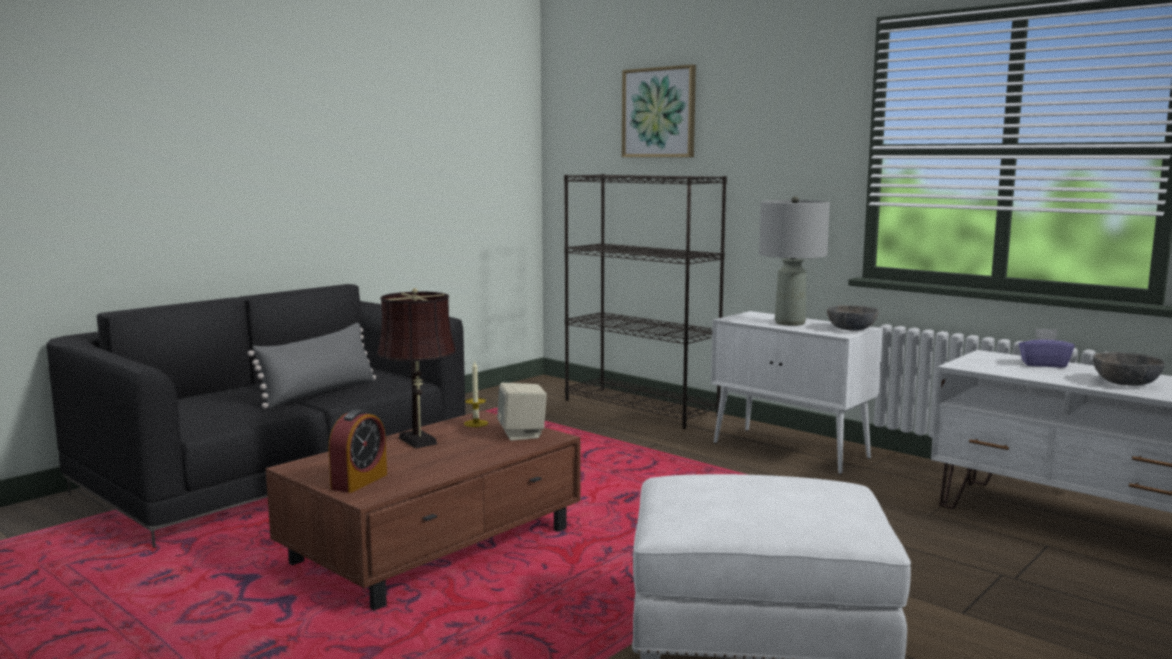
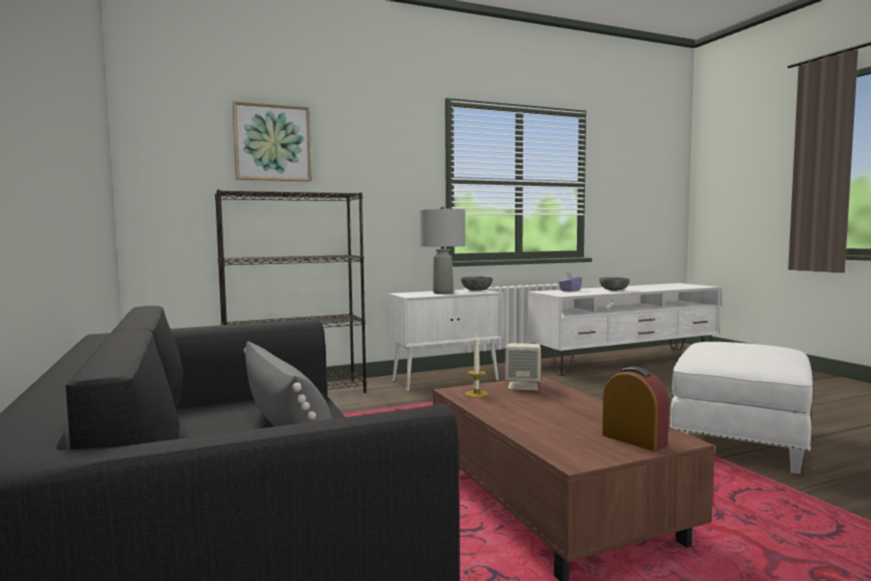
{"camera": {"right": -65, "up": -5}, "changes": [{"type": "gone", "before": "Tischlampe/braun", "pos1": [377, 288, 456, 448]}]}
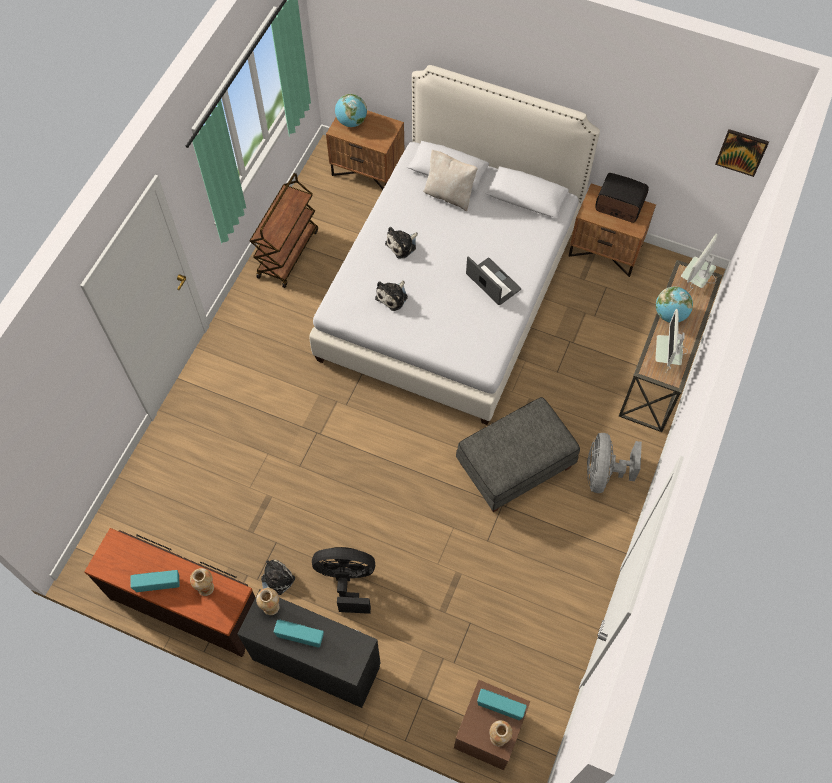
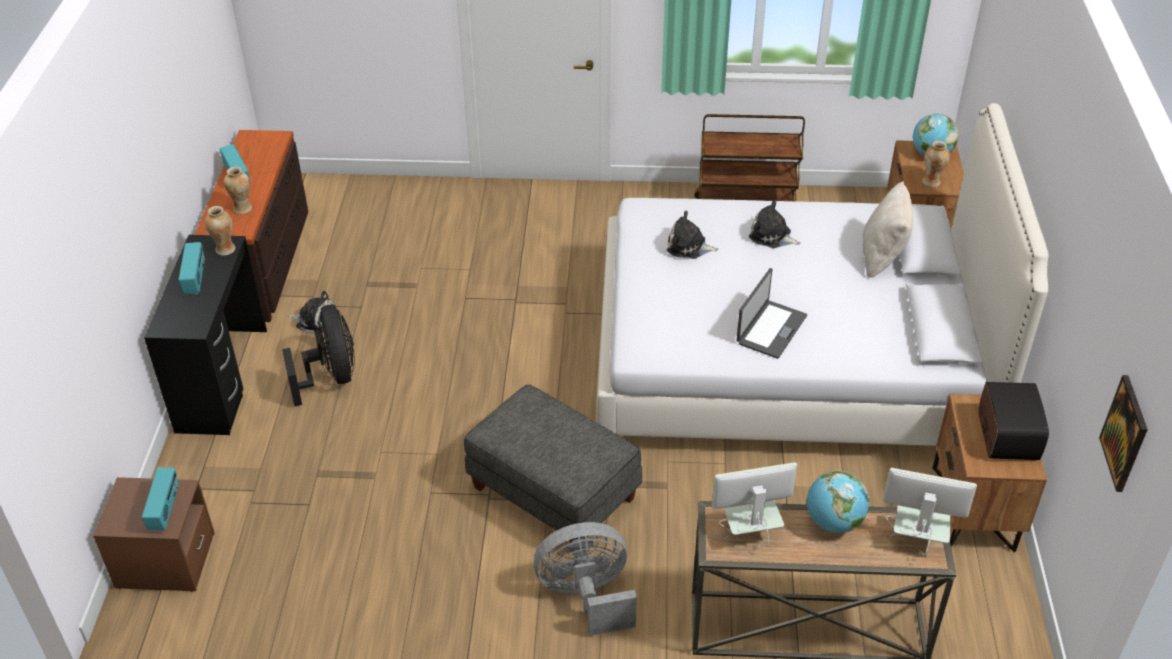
{"camera": {"right": 70, "up": -20}, "changes": [{"type": "shifted", "before": "Vase", "pos1": [489, 720, 512, 747], "pos2": [922, 141, 950, 187]}]}
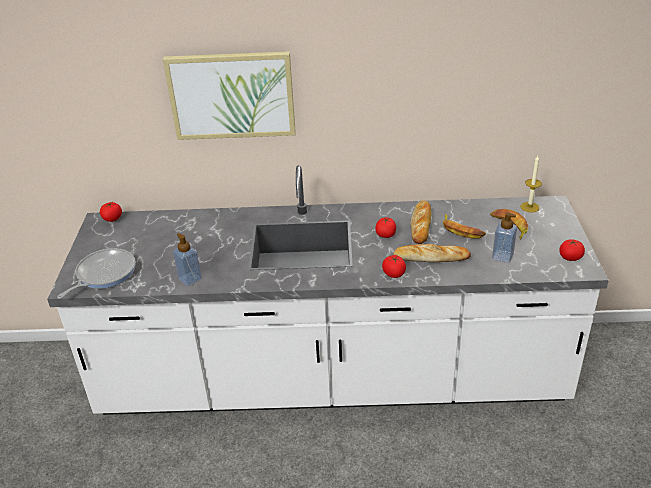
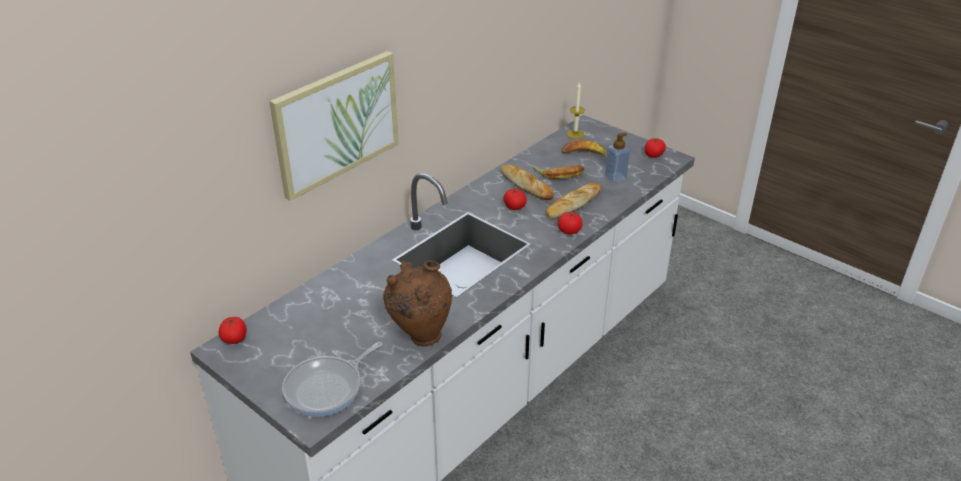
{"camera": {"right": -50, "up": 0}, "changes": [{"type": "swapped", "before": "Seifenspender", "after": "Vase/braun", "pos1": [173, 233, 202, 286], "pos2": [383, 260, 452, 346]}, {"type": "rotated", "before": "Pfanne", "pos1": [58, 248, 135, 299], "pos2": [282, 342, 382, 417], "turn": -120}]}
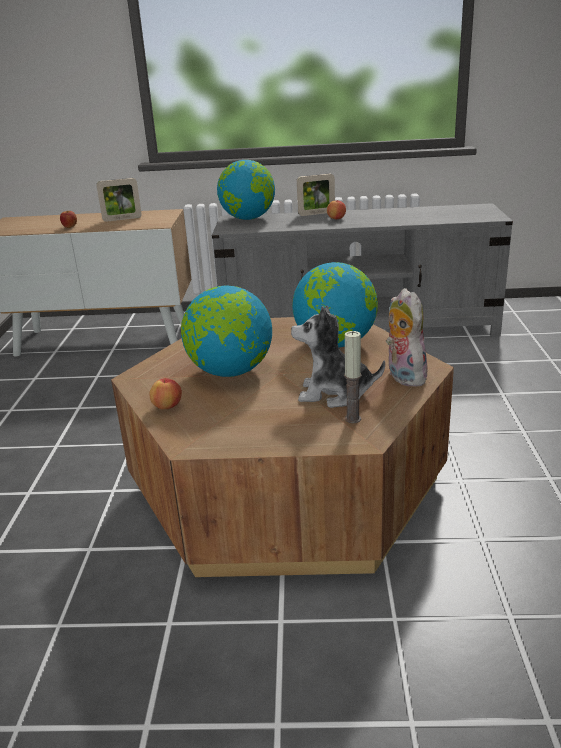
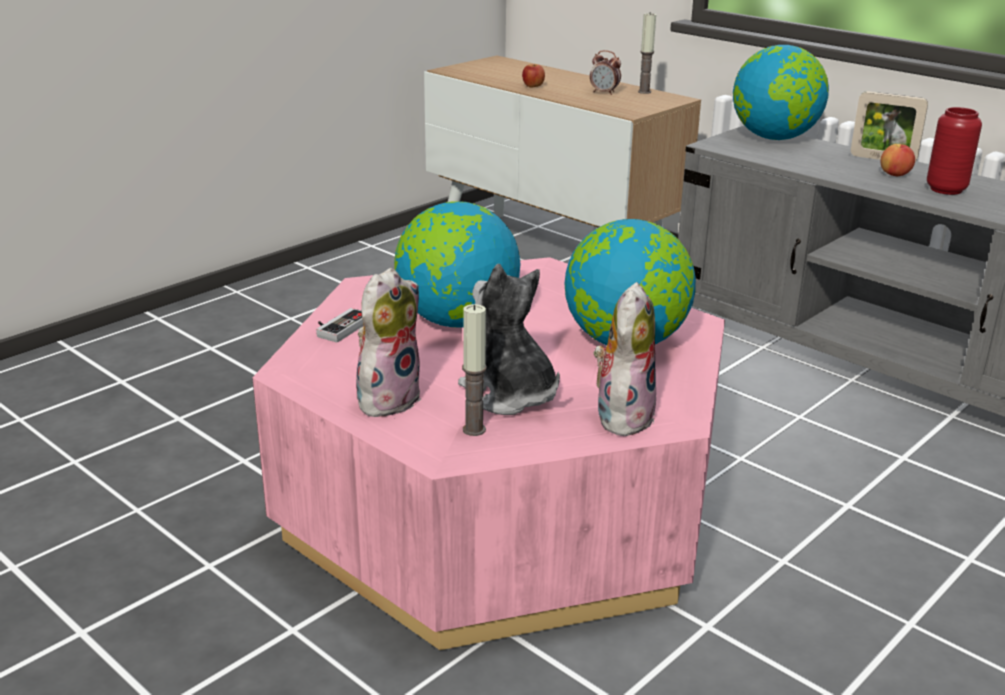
{"camera": {"right": 40, "up": 0}, "changes": [{"type": "new", "after": "Plüschtier", "pos2": [356, 268, 422, 417]}, {"type": "new", "after": "Kerze", "pos2": [638, 13, 656, 94]}, {"type": "new", "after": "Vase/rot", "pos2": [927, 107, 982, 195]}, {"type": "swapped", "before": "Bilderrahmen", "after": "Wecker", "pos1": [97, 178, 142, 222], "pos2": [590, 50, 621, 95]}, {"type": "swapped", "before": "Apfel", "after": "Gamepad", "pos1": [149, 378, 182, 409], "pos2": [316, 308, 364, 343]}, {"type": "repainted", "before": "Couchtisch/braun", "after": "Couchtisch/rosa", "pos1": [111, 317, 454, 577], "pos2": [252, 257, 725, 650]}]}
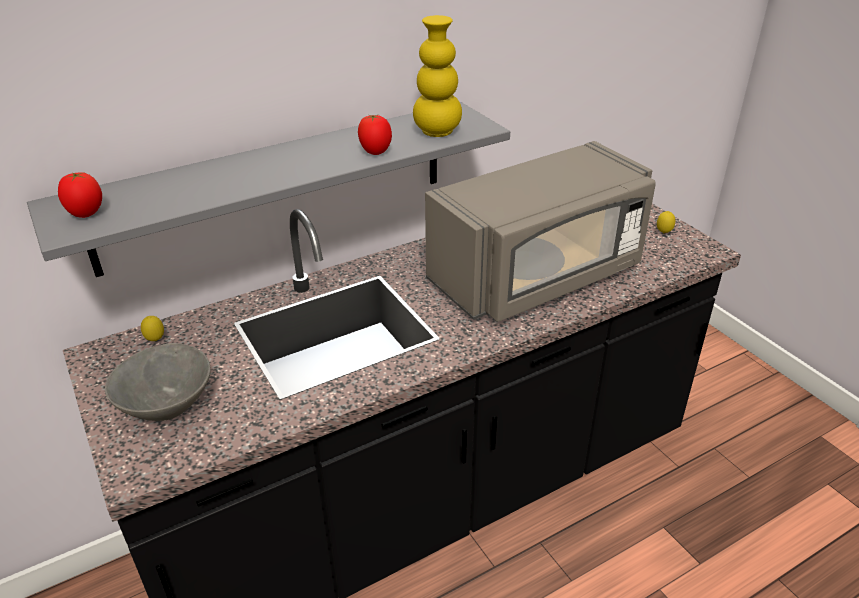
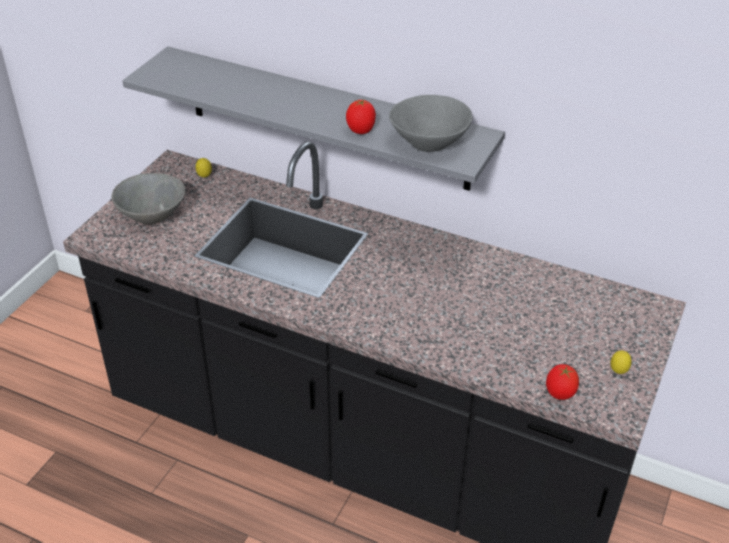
{"camera": {"right": 55, "up": 5}, "changes": [{"type": "gone", "before": "Mikrowelle/grau", "pos1": [425, 141, 656, 321]}, {"type": "shifted", "before": "Tomate", "pos1": [58, 172, 102, 218], "pos2": [546, 364, 579, 400]}, {"type": "swapped", "before": "Vase/gelb", "after": "Schüssel/grau", "pos1": [413, 15, 462, 137], "pos2": [389, 95, 472, 152]}]}
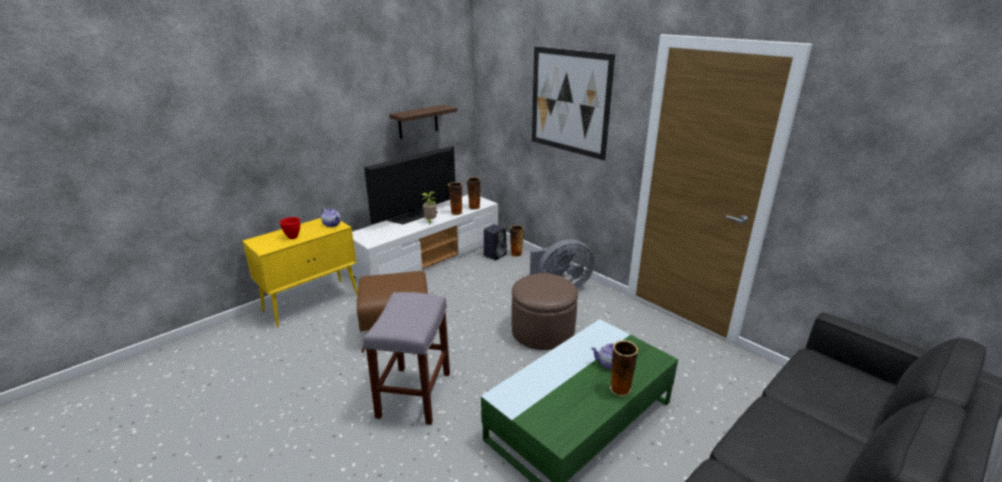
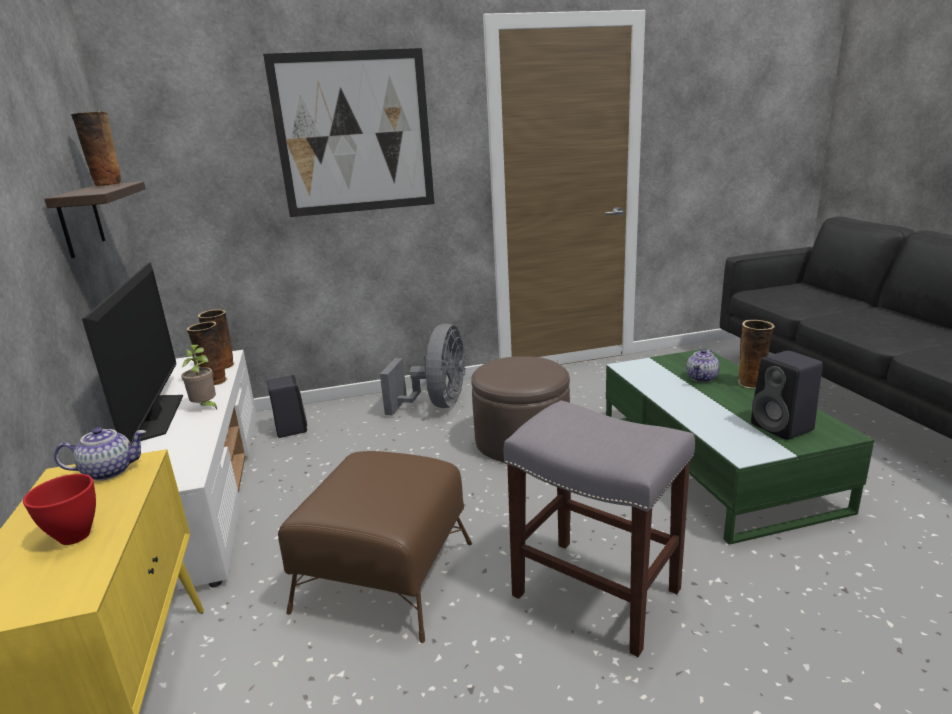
{"camera": {"right": -60, "up": -5}, "changes": [{"type": "new", "after": "Lautsprecher/schwarz", "pos2": [751, 350, 823, 440]}, {"type": "shifted", "before": "Vase", "pos1": [510, 225, 524, 257], "pos2": [71, 111, 123, 187]}]}
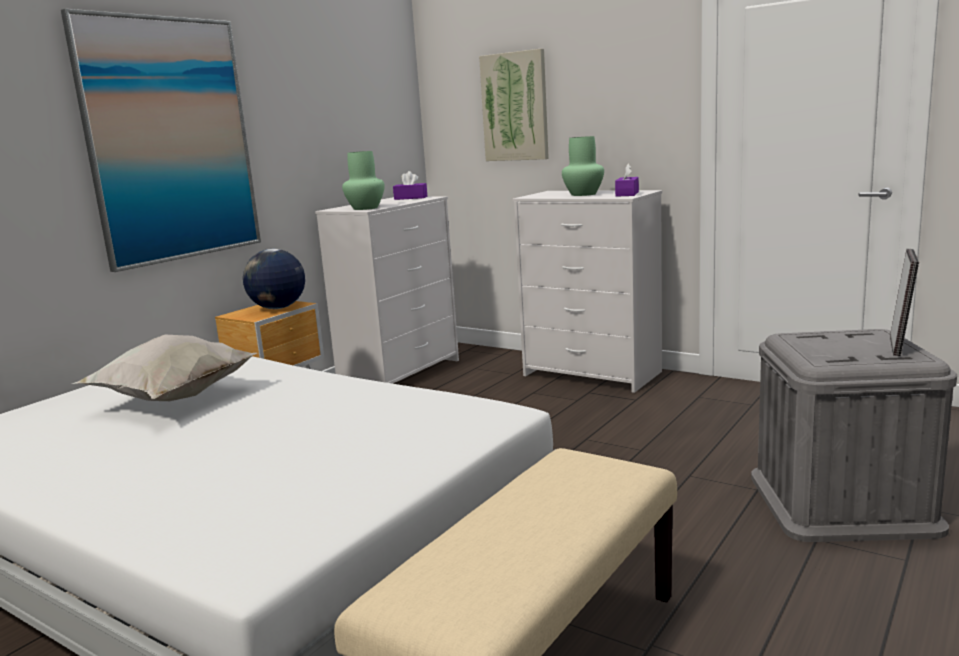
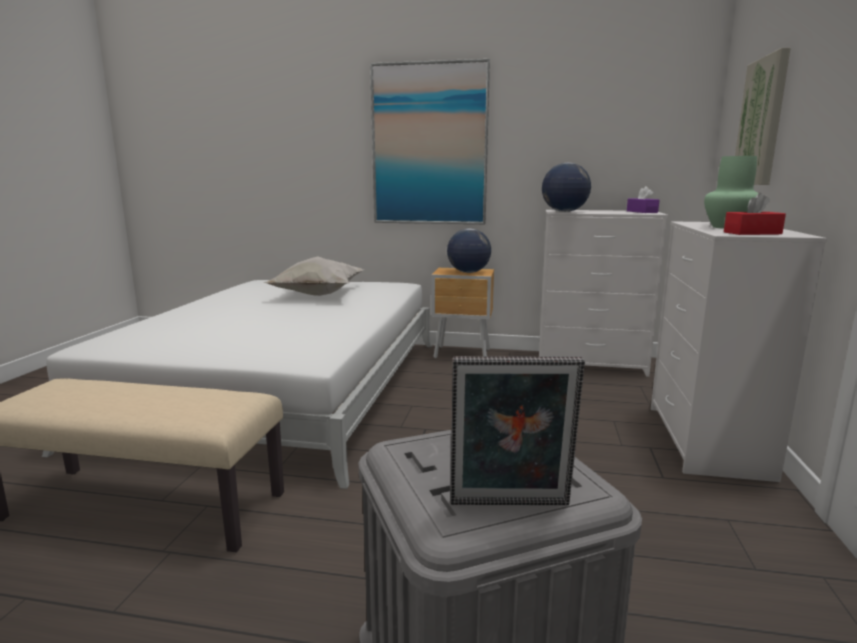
{"camera": {"right": 65, "up": 0}, "changes": [{"type": "swapped", "before": "Vase/grün", "after": "Globus", "pos1": [342, 151, 385, 210], "pos2": [542, 162, 591, 212]}, {"type": "repainted", "before": "Taschentuchbox/lila", "after": "Taschentuchbox/rot", "pos1": [615, 164, 639, 197], "pos2": [724, 193, 786, 235]}]}
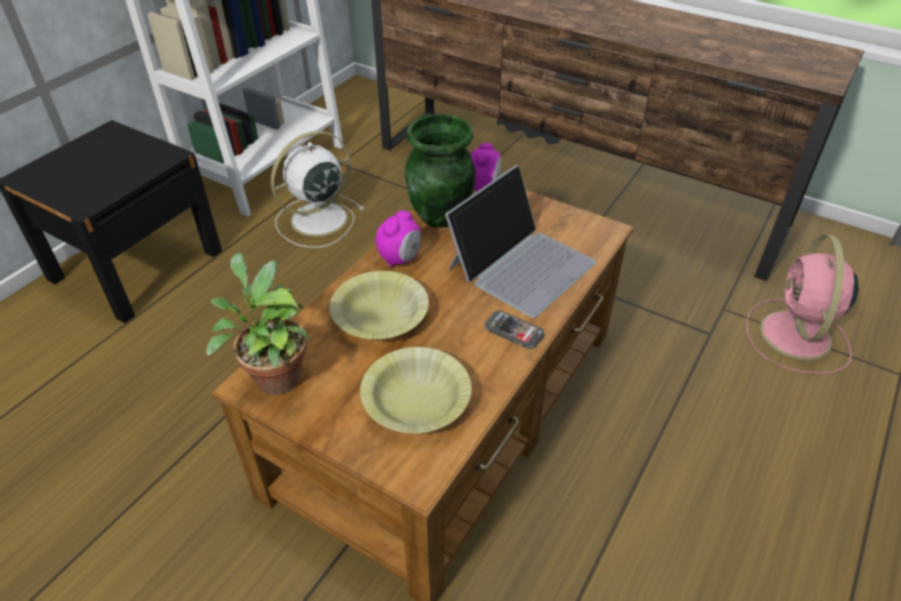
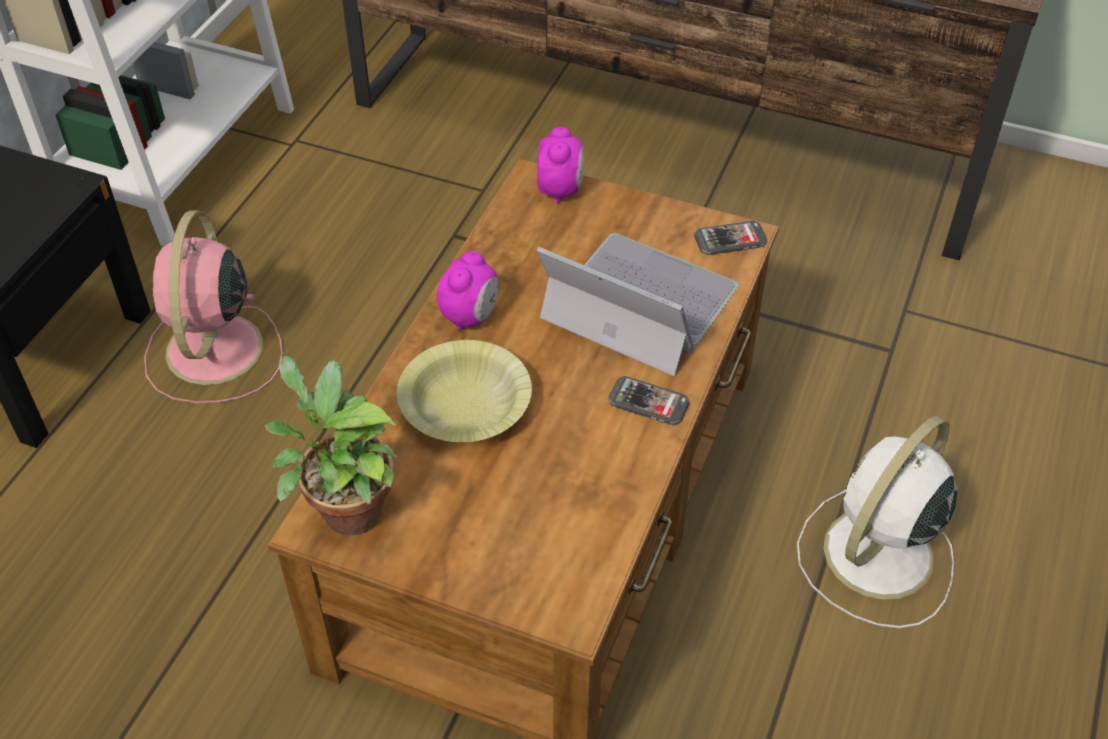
{"camera": {"right": -10, "up": 5}, "changes": [{"type": "gone", "before": "Schüssel/gelb", "pos1": [360, 347, 472, 433]}, {"type": "gone", "before": "Vase/grün", "pos1": [405, 114, 476, 228]}, {"type": "new", "after": "Handy", "pos2": [694, 221, 767, 255]}, {"type": "shifted", "before": "Ventilator/weiß", "pos1": [271, 131, 365, 248], "pos2": [797, 416, 958, 628]}, {"type": "shifted", "before": "Ventilator/rosa", "pos1": [746, 234, 859, 374], "pos2": [144, 210, 283, 404]}, {"type": "rotated", "before": "Laptop", "pos1": [445, 165, 596, 318], "pos2": [536, 233, 739, 377], "turn": -90}]}
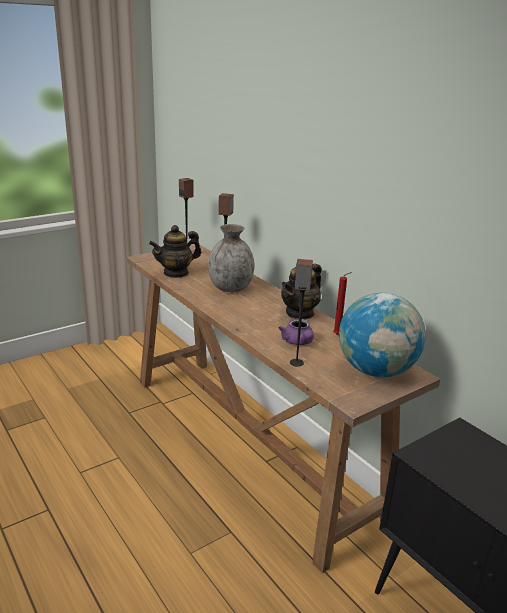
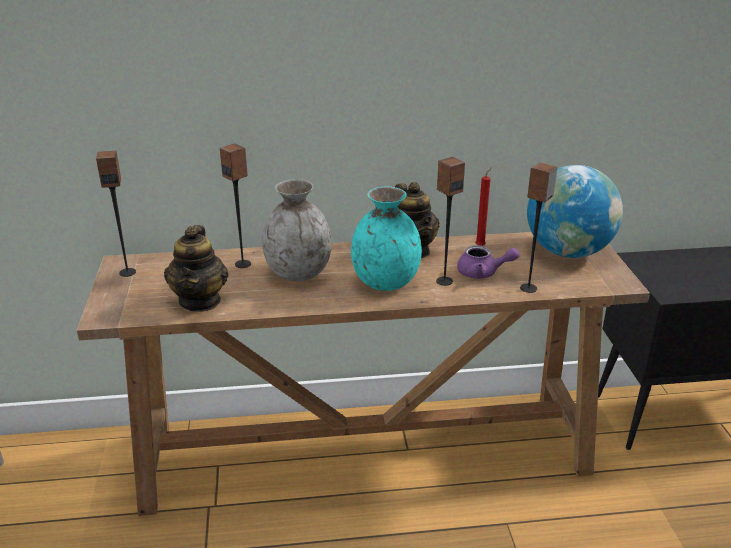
{"camera": {"right": -60, "up": 5}, "changes": [{"type": "new", "after": "Vase/türkis", "pos2": [351, 187, 422, 291]}, {"type": "new", "after": "Lautsprecher", "pos2": [436, 157, 465, 286]}]}
